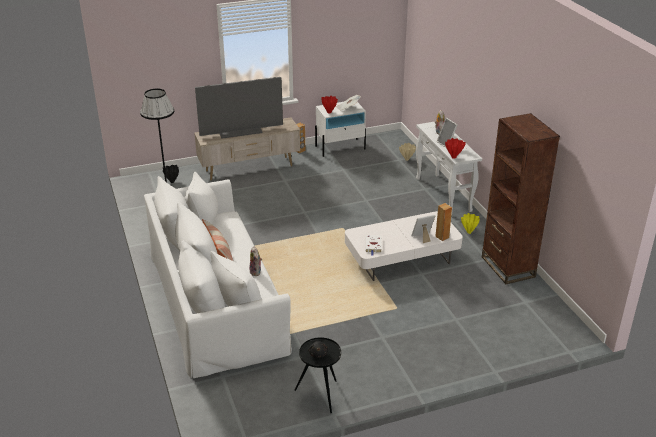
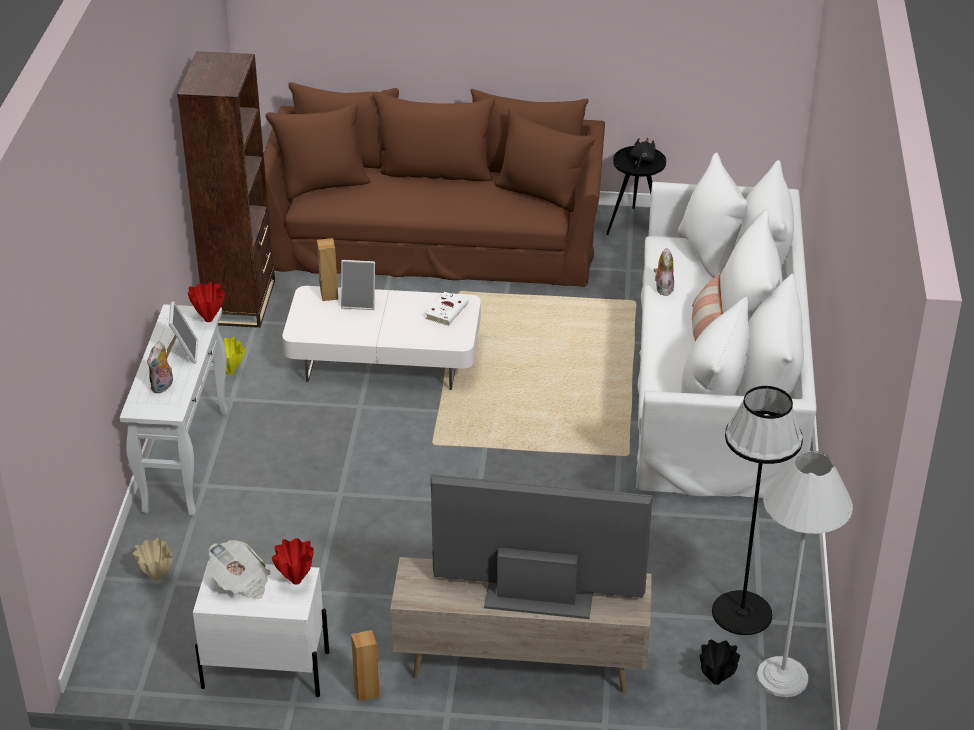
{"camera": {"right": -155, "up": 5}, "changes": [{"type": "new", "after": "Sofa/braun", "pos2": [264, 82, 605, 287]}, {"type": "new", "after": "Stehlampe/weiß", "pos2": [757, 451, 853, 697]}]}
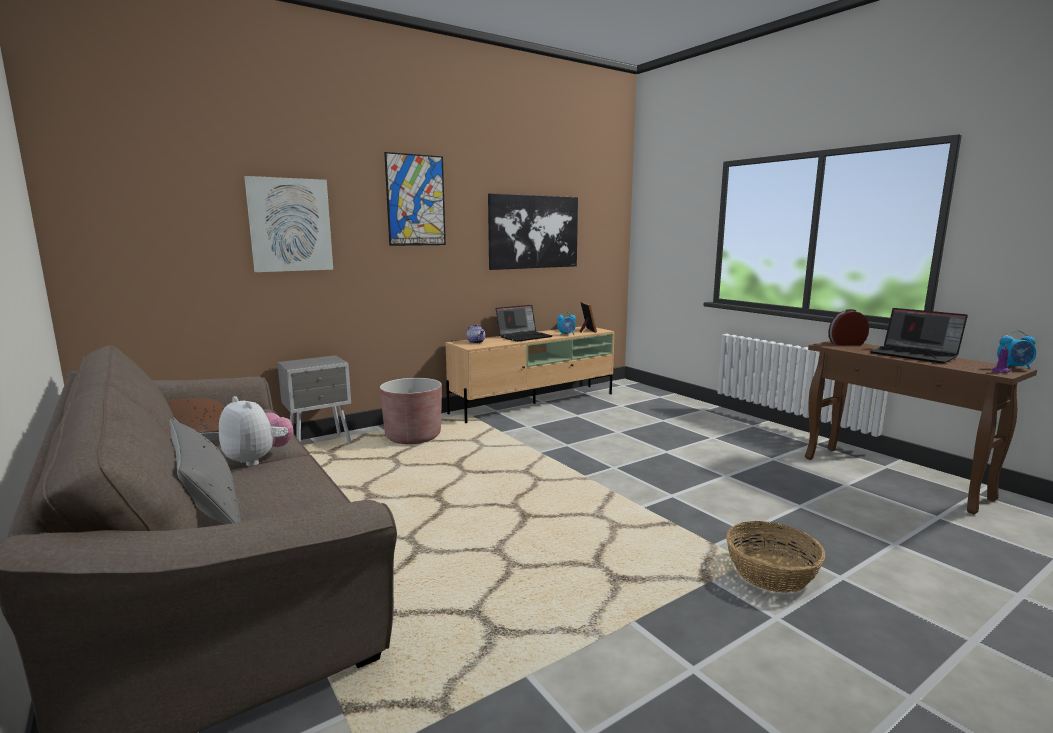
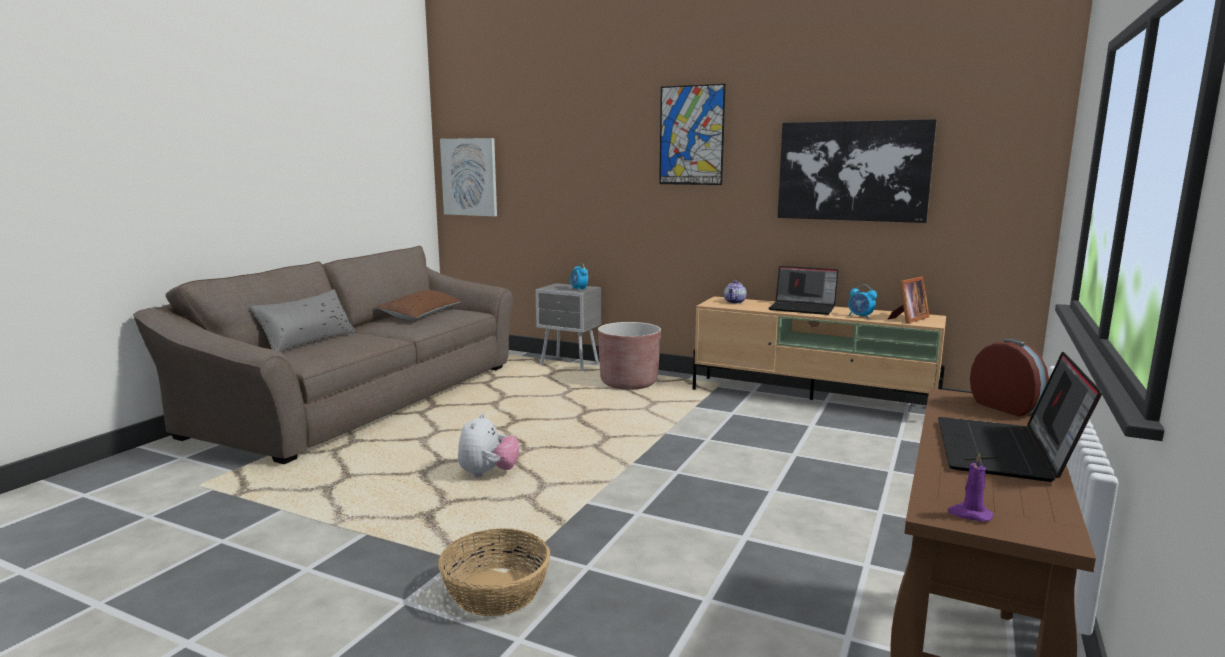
{"camera": {"right": 60, "up": 0}, "changes": [{"type": "shifted", "before": "Plüschtier", "pos1": [219, 396, 294, 467], "pos2": [458, 413, 520, 477]}, {"type": "shifted", "before": "Bild", "pos1": [244, 176, 333, 272], "pos2": [440, 138, 497, 216]}, {"type": "shifted", "before": "Wecker", "pos1": [997, 330, 1036, 369], "pos2": [570, 263, 588, 292]}]}
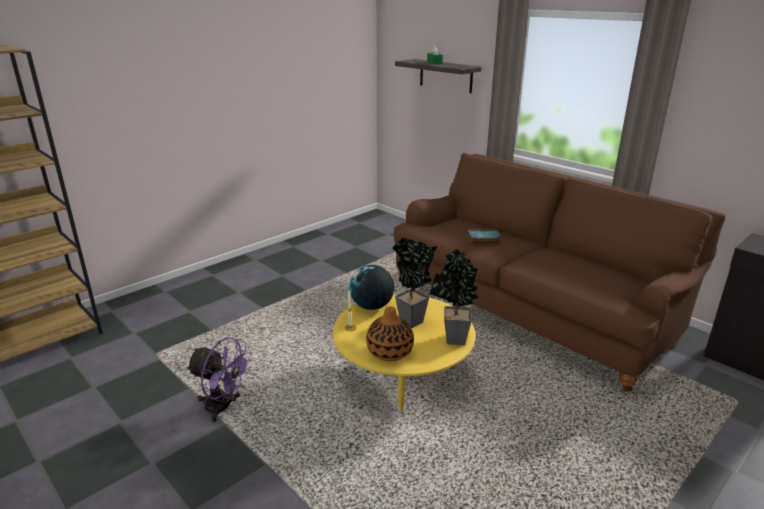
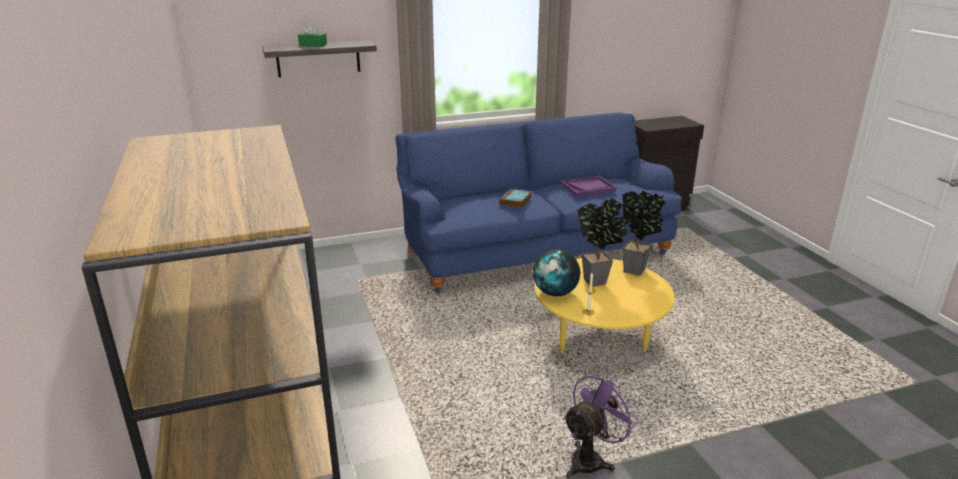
{"camera": {"right": -65, "up": 0}, "changes": [{"type": "gone", "before": "Vase", "pos1": [366, 306, 414, 361]}, {"type": "new", "after": "Tablett/lila", "pos2": [560, 176, 617, 197]}, {"type": "repainted", "before": "Sofa/braun", "after": "Sofa/blau", "pos1": [394, 153, 725, 392], "pos2": [395, 113, 682, 293]}]}
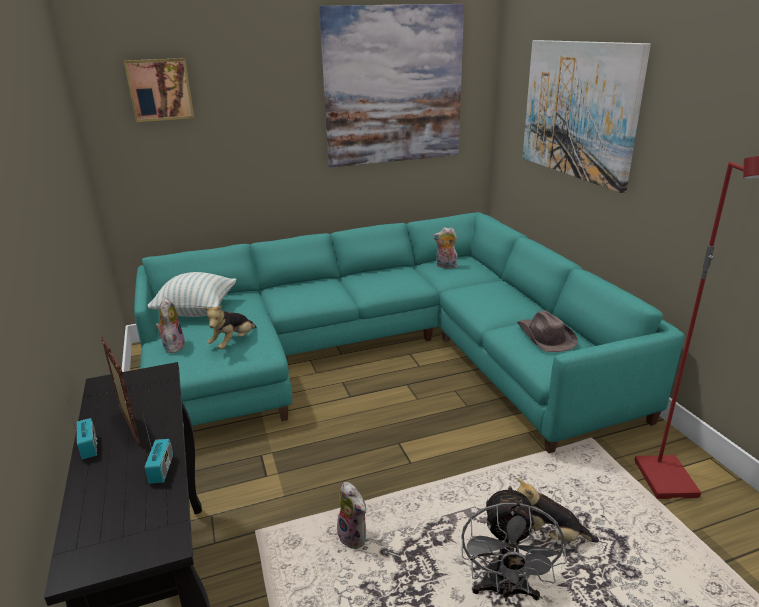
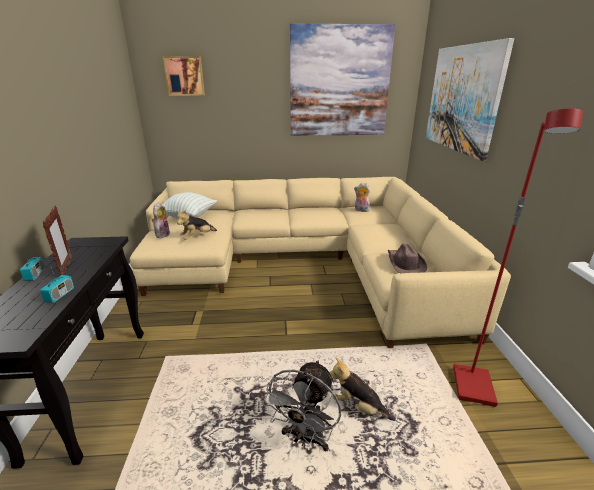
{"camera": {"right": 15, "up": 0}, "changes": [{"type": "gone", "before": "Plüschtier", "pos1": [337, 482, 366, 549]}, {"type": "repainted", "before": "Sofa/türkis", "after": "Sofa/beige", "pos1": [134, 212, 684, 453], "pos2": [130, 177, 511, 348]}]}
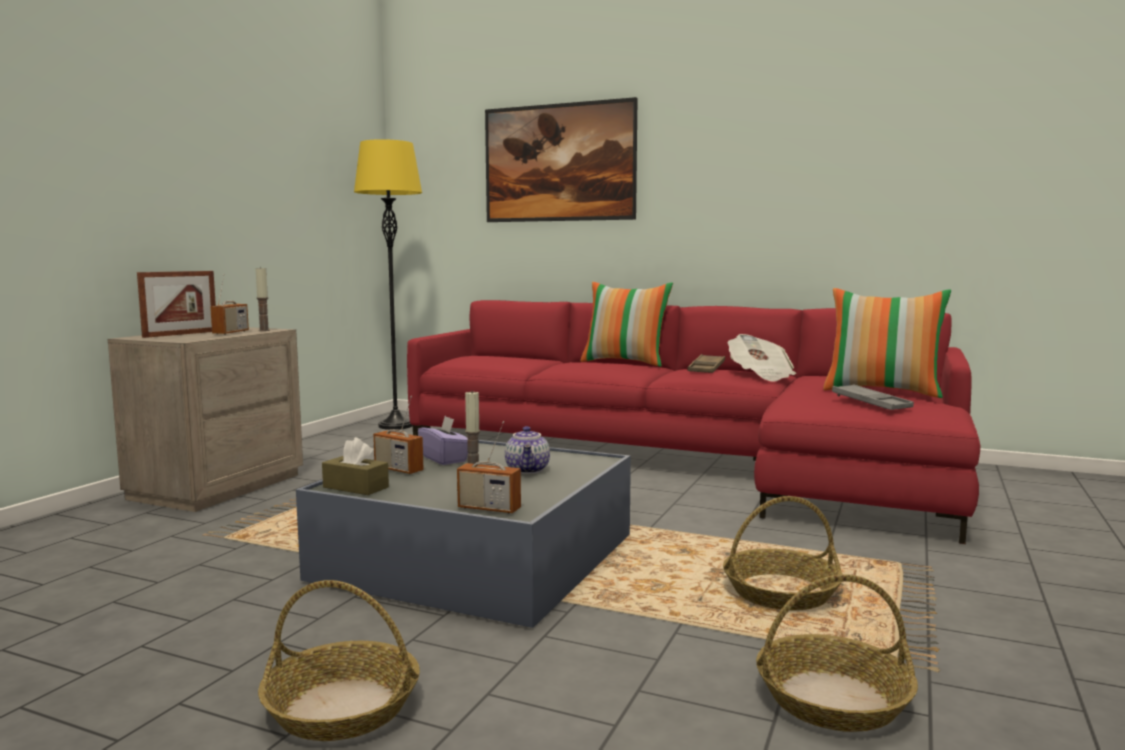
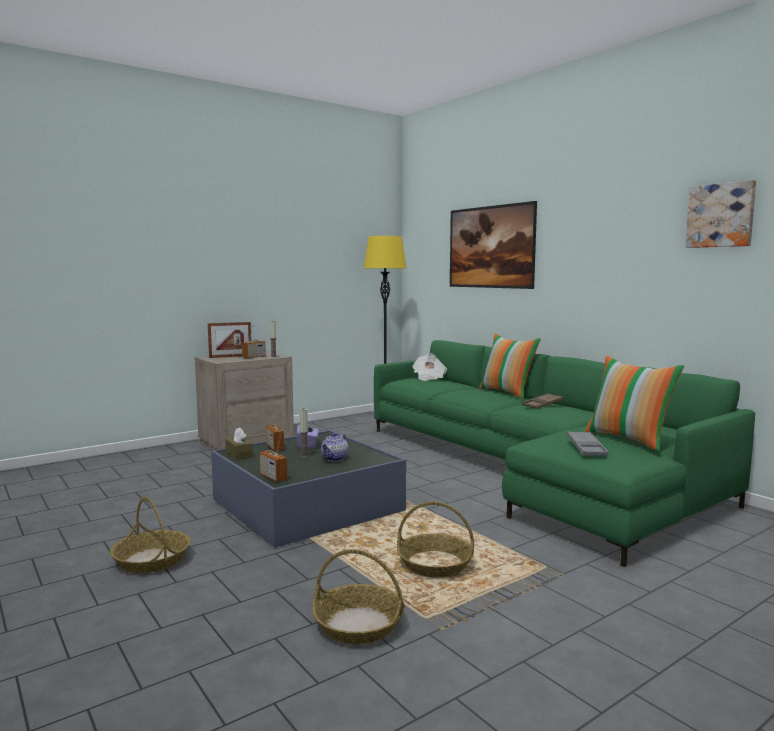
{"camera": {"right": 30, "up": 0}, "changes": [{"type": "new", "after": "Bild", "pos2": [685, 180, 756, 248]}, {"type": "shifted", "before": "Zeitung", "pos1": [728, 334, 796, 381], "pos2": [412, 353, 447, 381]}, {"type": "repainted", "before": "Sofa/rot", "after": "Sofa/grün", "pos1": [407, 300, 980, 544], "pos2": [374, 340, 755, 567]}]}
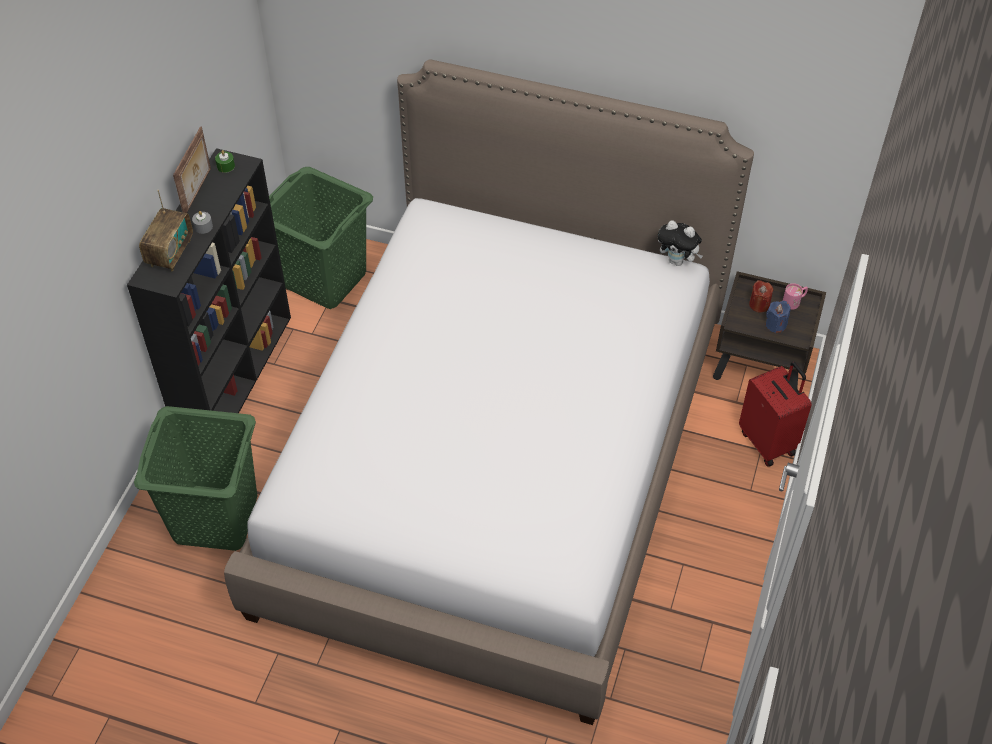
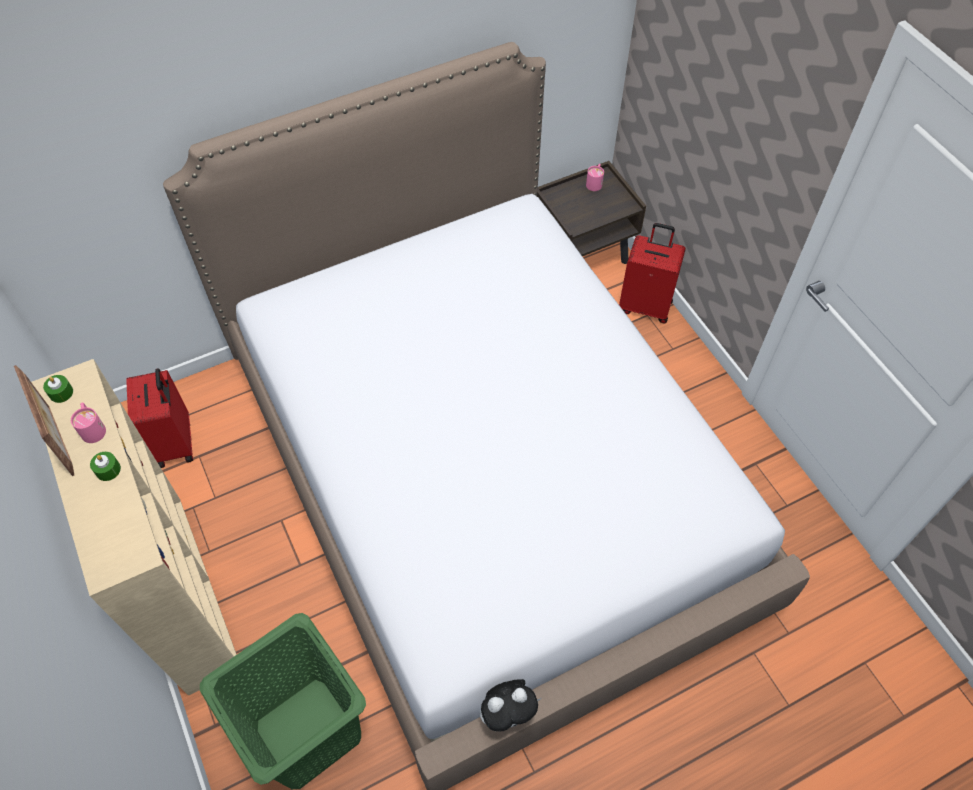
{"camera": {"right": -45, "up": 5}, "changes": [{"type": "gone", "before": "Radio", "pos1": [139, 190, 193, 272]}, {"type": "gone", "before": "Kerze/rot", "pos1": [749, 280, 773, 313]}, {"type": "gone", "before": "Kerze/blau", "pos1": [766, 301, 791, 333]}, {"type": "new", "after": "Henkelbecher/rosa", "pos2": [71, 402, 106, 443]}, {"type": "shifted", "before": "Plüschtier", "pos1": [658, 220, 703, 266], "pos2": [480, 679, 541, 731]}, {"type": "swapped", "before": "Wäschekorb/grün", "after": "Koffer/rot", "pos1": [269, 167, 373, 309], "pos2": [126, 368, 193, 468]}, {"type": "repainted", "before": "Bücherregal/schwarz", "after": "Bücherregal/beige", "pos1": [127, 148, 291, 431], "pos2": [31, 359, 237, 696]}, {"type": "repainted", "before": "Kerze/grau", "after": "Kerze/grün", "pos1": [192, 211, 213, 234], "pos2": [90, 452, 121, 481]}]}
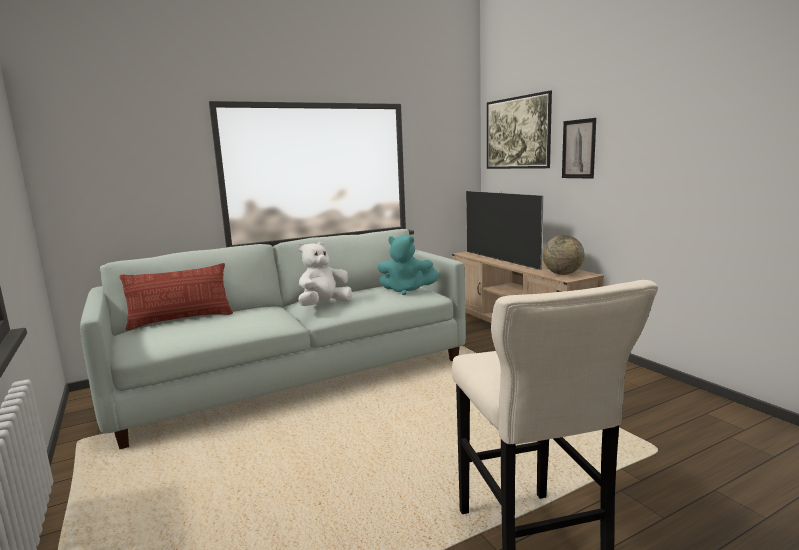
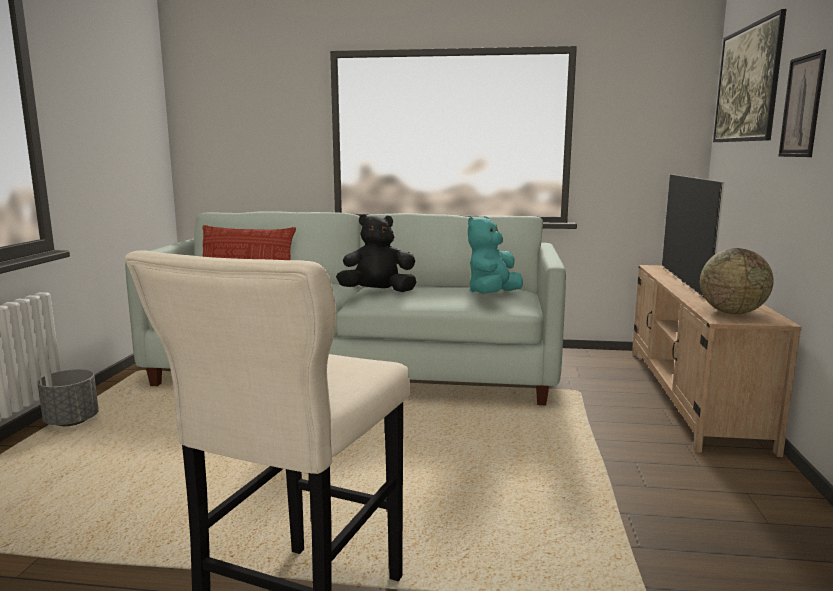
{"camera": {"right": 35, "up": 0}, "changes": [{"type": "new", "after": "Pflanzkübel/grau", "pos2": [37, 369, 99, 426]}, {"type": "repainted", "before": "Plüschtier/weiß", "after": "Plüschtier/schwarz", "pos1": [298, 242, 352, 306], "pos2": [336, 214, 417, 292]}, {"type": "rotated", "before": "Plüschtier/türkis", "pos1": [377, 235, 439, 295], "pos2": [468, 217, 523, 294], "turn": 75}]}
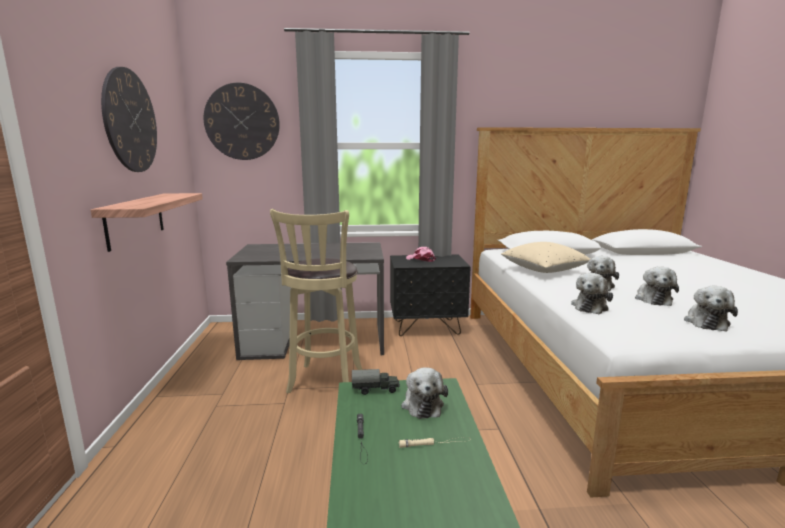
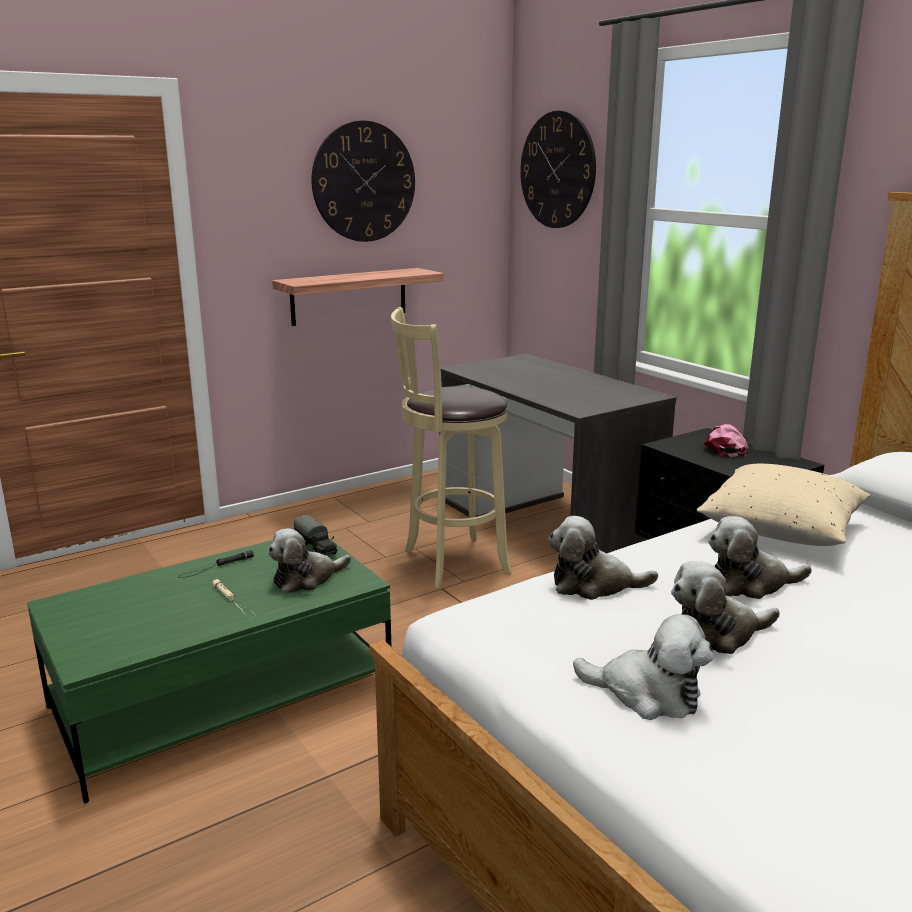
{"camera": {"right": 60, "up": 5}, "changes": [{"type": "rotated", "before": "Plüschtier", "pos1": [684, 286, 738, 331], "pos2": [573, 614, 714, 720], "turn": -150}]}
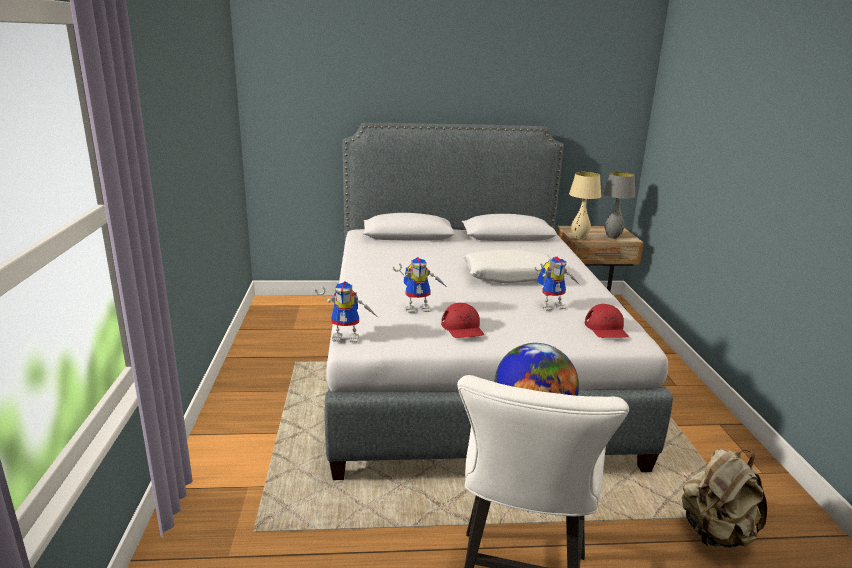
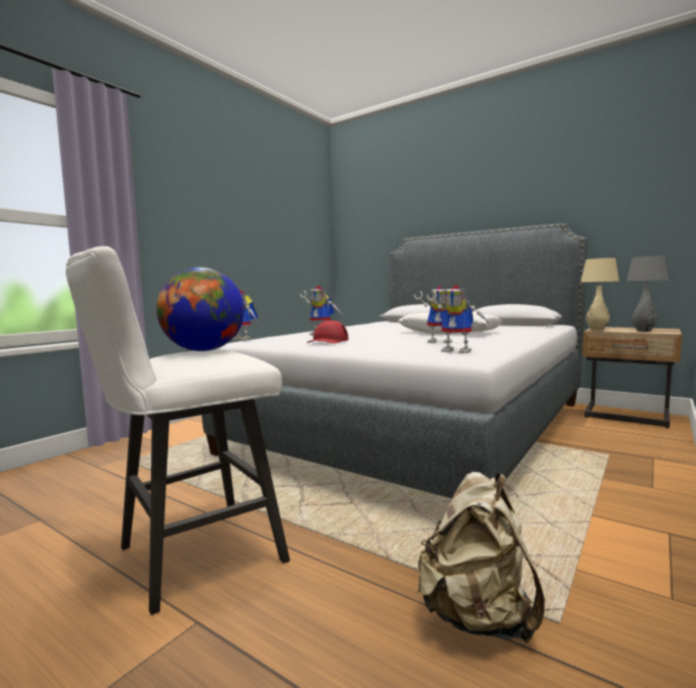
{"camera": {"right": 40, "up": -15}, "changes": [{"type": "swapped", "before": "Kappe/rot", "after": "Spielzeugroboter", "pos1": [585, 304, 629, 338], "pos2": [427, 285, 492, 353]}]}
